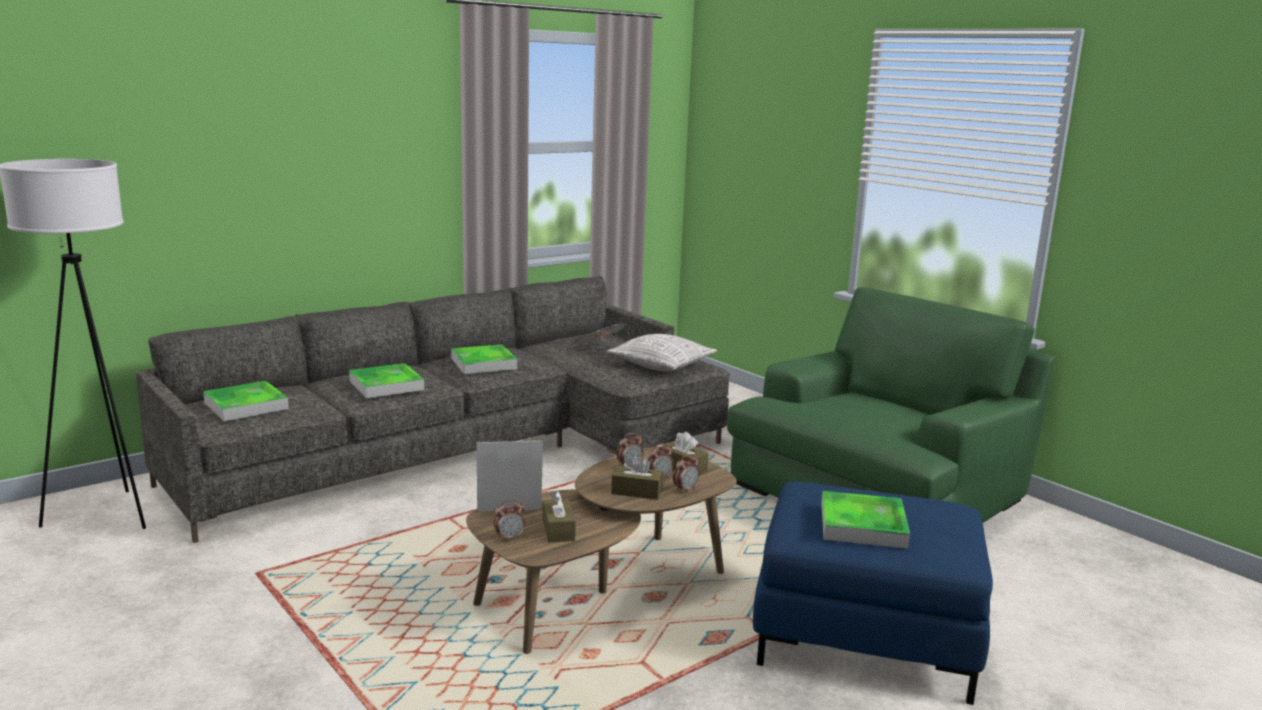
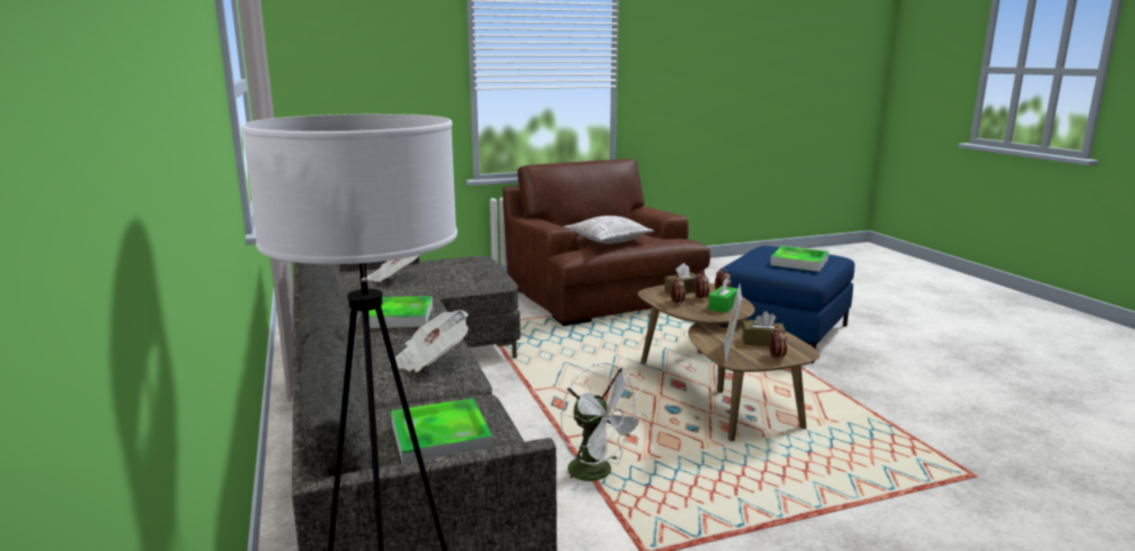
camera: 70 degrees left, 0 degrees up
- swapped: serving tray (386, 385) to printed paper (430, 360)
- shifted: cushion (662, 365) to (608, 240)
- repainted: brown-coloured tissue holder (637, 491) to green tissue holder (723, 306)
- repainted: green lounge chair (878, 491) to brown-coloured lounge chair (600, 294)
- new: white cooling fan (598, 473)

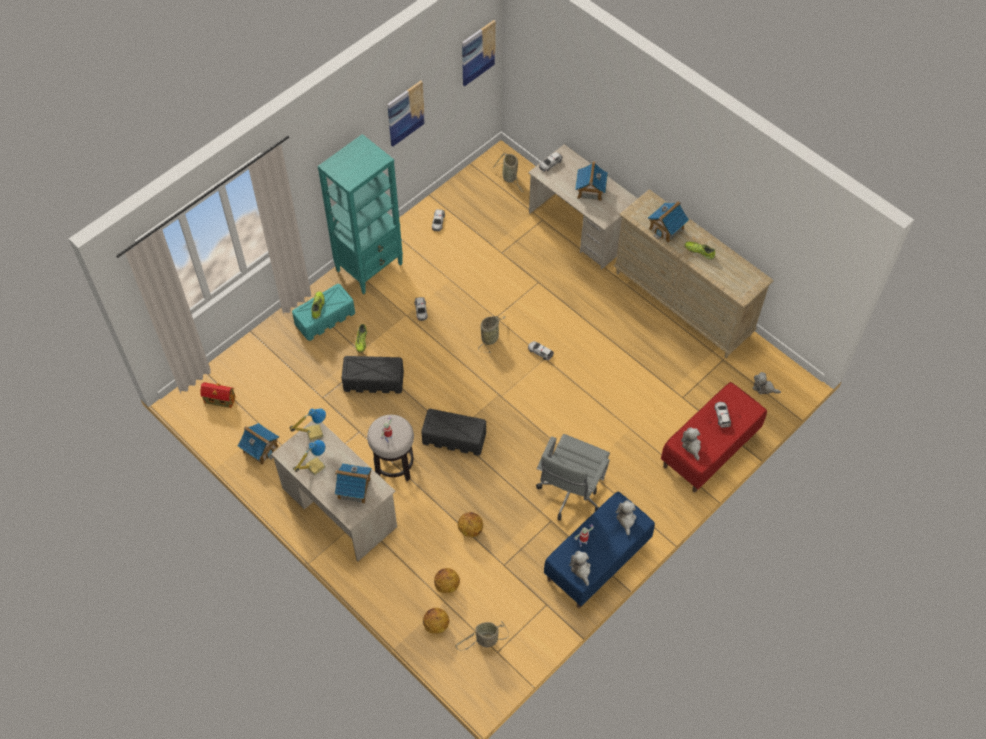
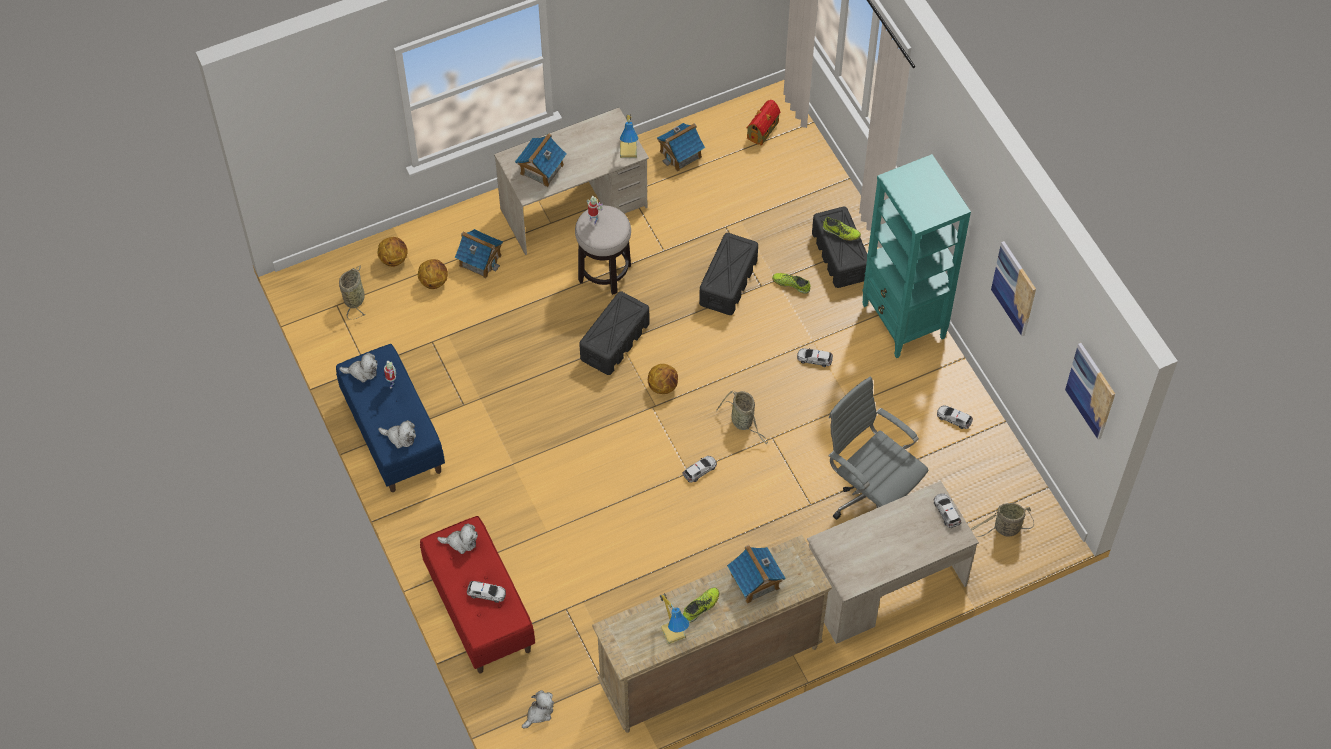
camera: 110 degrees right, 0 degrees up
- repainted: turquoise storage container (324, 319) to black storage container (839, 255)
- shifted: tabletop lamp (314, 466) to (674, 632)
- shifted: basketball (470, 529) to (663, 386)
- shifted: greyish office chair (570, 494) to (869, 496)
- shifted: model house (590, 190) to (480, 260)

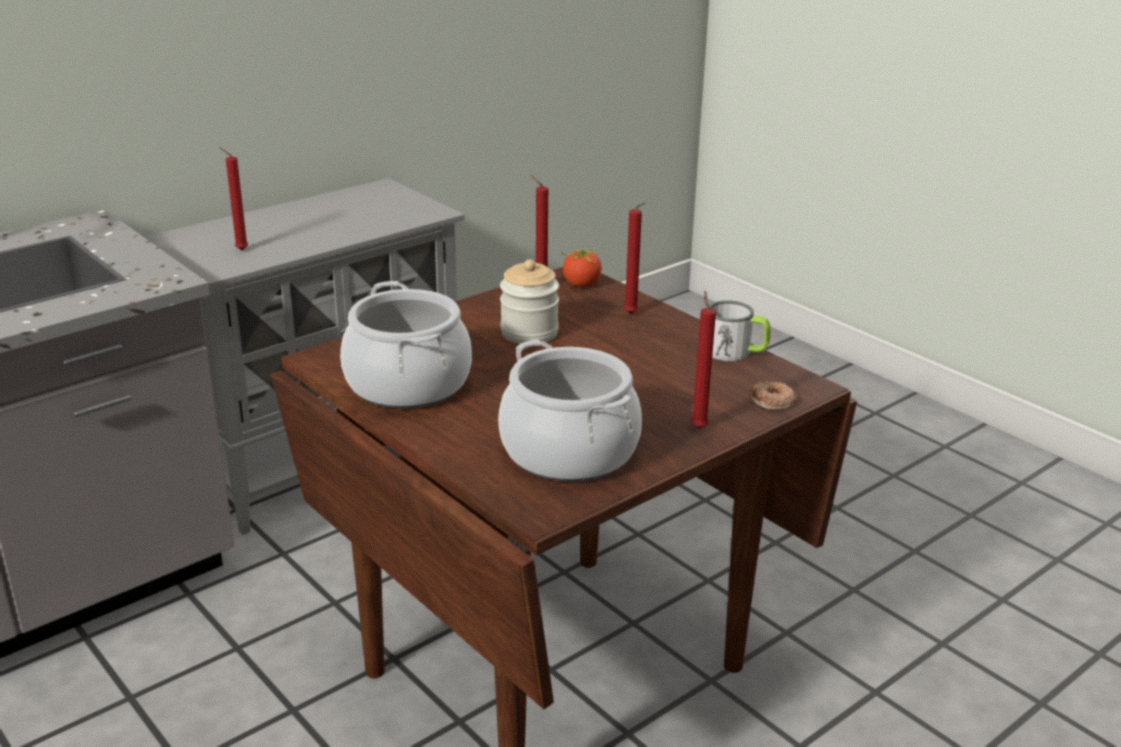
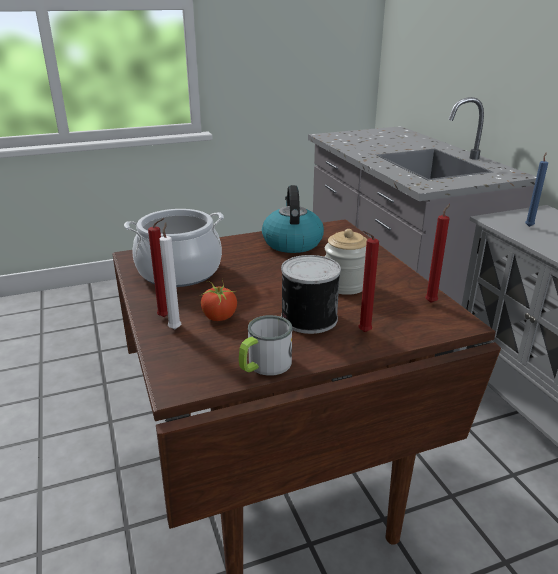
camera: 110 degrees right, 0 degrees up
- repainted: red-coloured wax candle (240, 250) to bluish wax candle (529, 226)
- swapped: cooking pot (408, 384) to tea kettle (292, 242)
- shifted: tomato (581, 284) to (219, 317)
- gone: ring doughnut (773, 401)
- new: white wax candle (175, 328)
- new: metal can (307, 318)

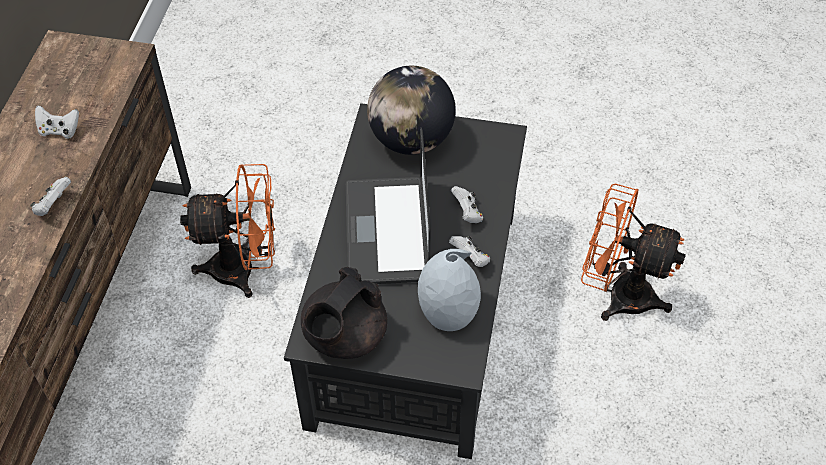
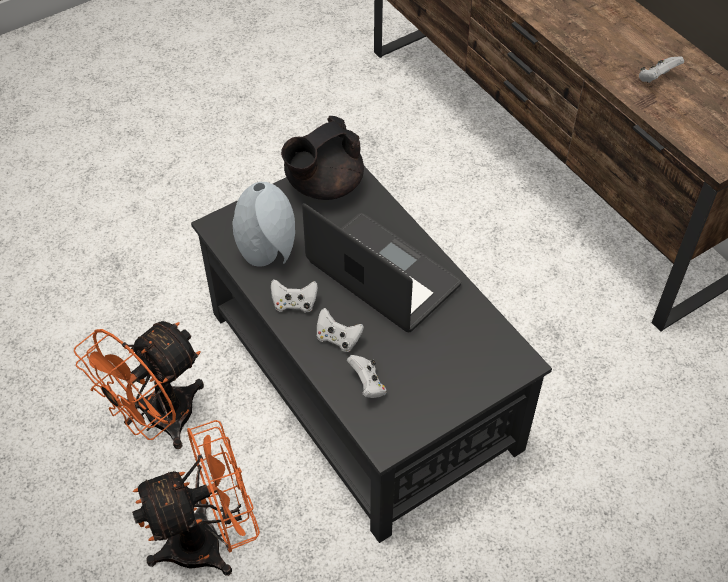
camera: 135 degrees right, 0 degrees up
- shifted: white game controller (53, 206) to (367, 385)
- shifted: orange cooling fan (245, 269) to (158, 421)
- rotated: black teapot (344, 336) = (323, 185) 120 degrees counterclockwise
- gone: globe (411, 140)

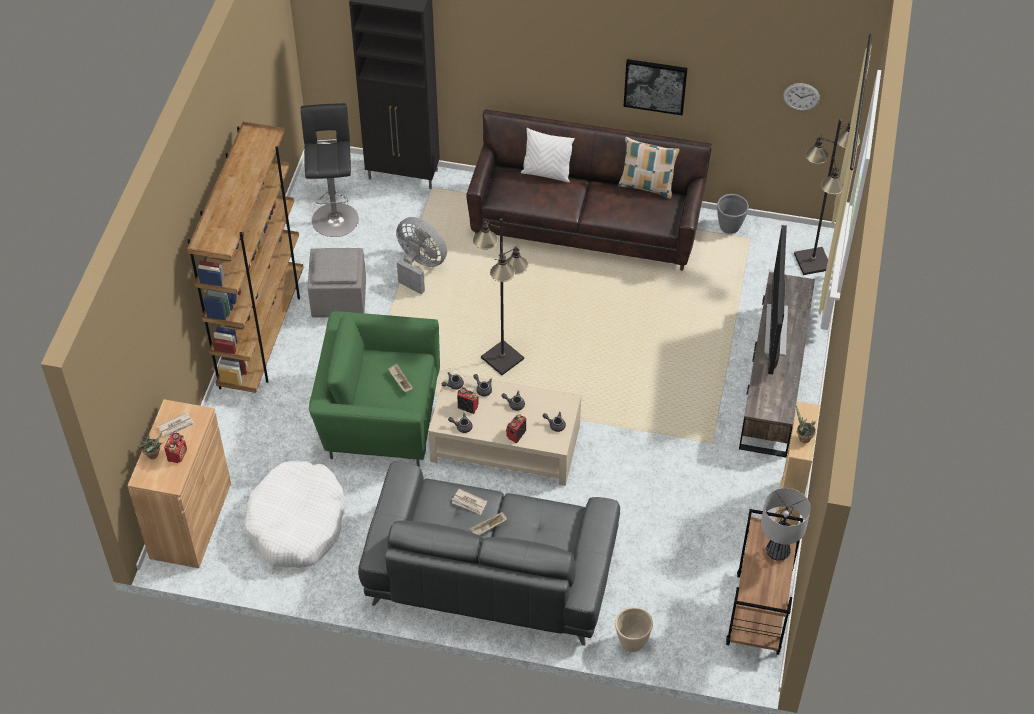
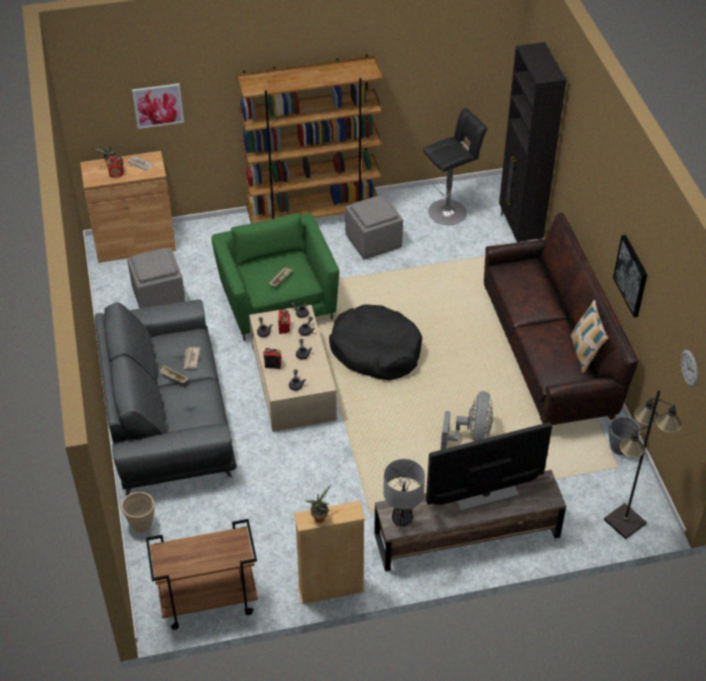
camera: 65 degrees right, 5 degrees down
- swapped: white dog bed (297, 523) to greyish footrest (159, 296)
- shifted: greyish cooling fan (419, 267) to (471, 437)
- swapped: black standard lamp (502, 358) to black dog bed (376, 351)
- gone: white cushion (546, 173)
- shifted: tabletop lamp (777, 551) to (402, 519)
- new: wall picture (158, 105)

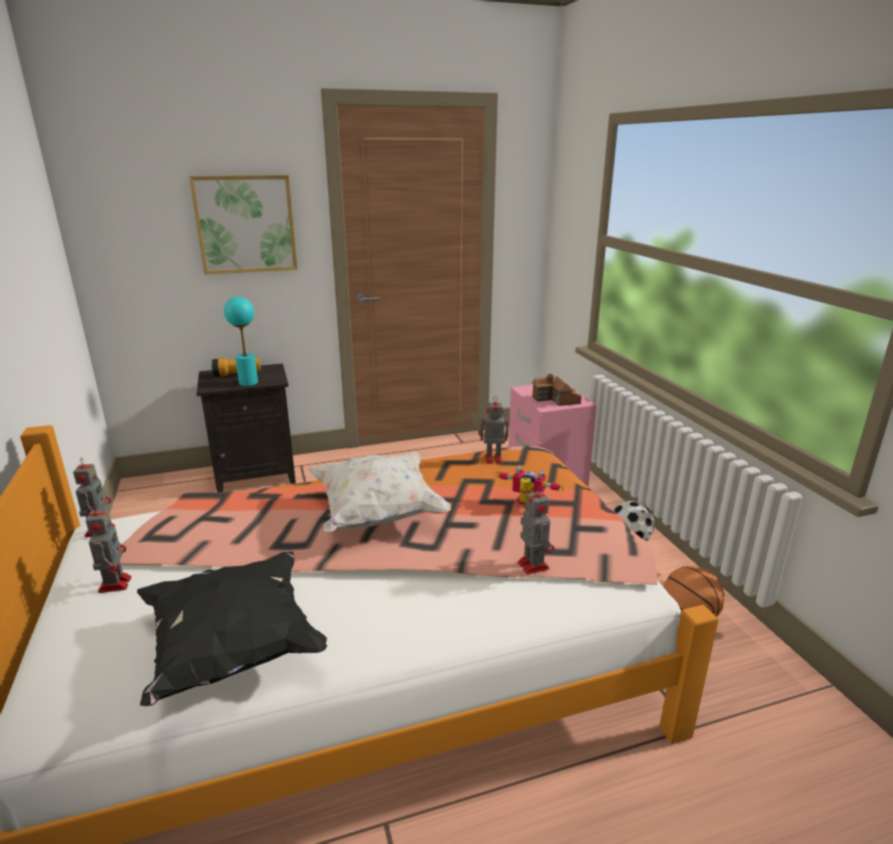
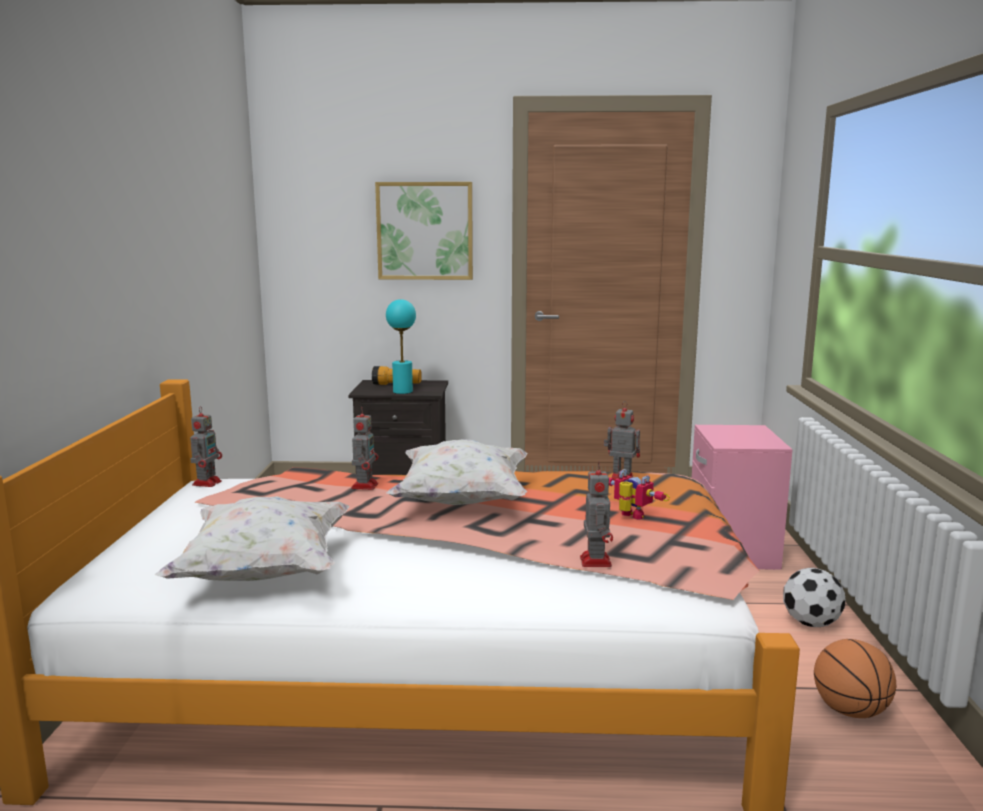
camera: 20 degrees right, 10 degrees down
- shifted: robot figure (115, 583) to (365, 485)
- repainted: black cushion (234, 647) to white cushion (264, 572)
- gone: model house (556, 400)

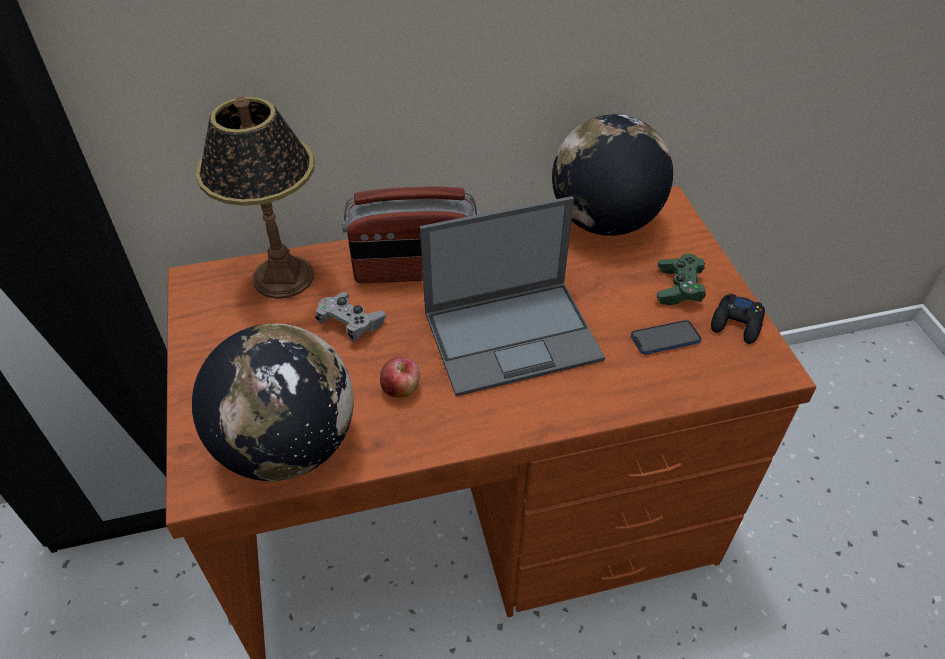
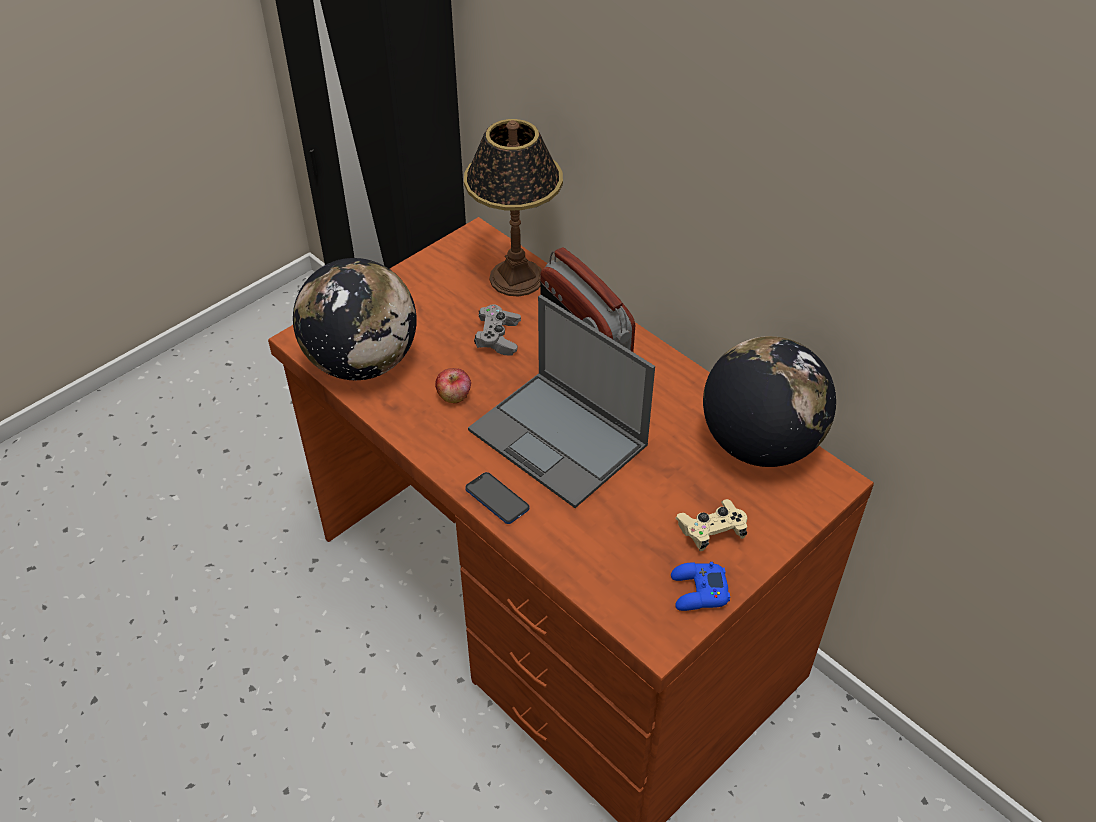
camera: 60 degrees right, 0 degrees up
- shifted: handset (665, 339) to (497, 499)
- repainted: green game controller (678, 288) to sand-coloured game controller (711, 531)
- repainted: black game controller (737, 323) to bluish game controller (698, 591)

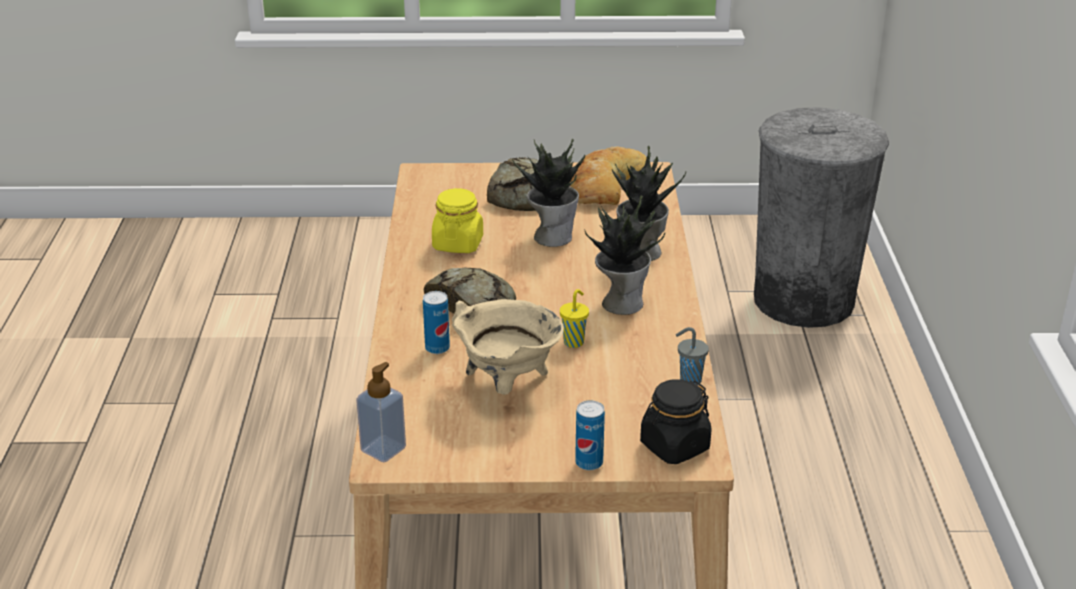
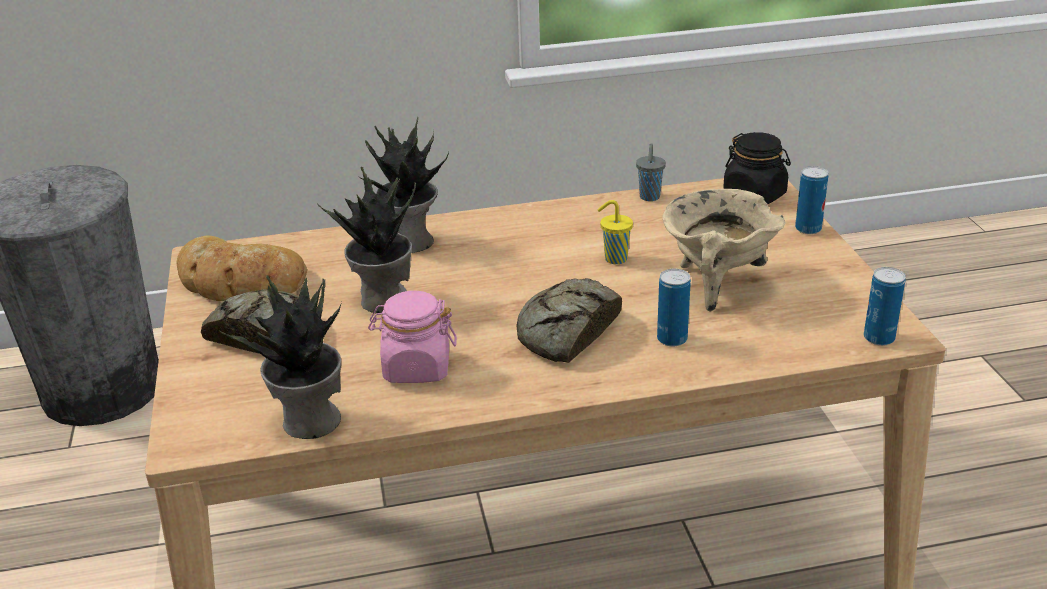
camera: 100 degrees left, 0 degrees up
- swapped: liquid soap bottle (383, 449) to metal can (879, 338)
- repainted: yellow-coloured jar (458, 243) to pink jar (416, 368)
- shifted: houseplant (621, 302) to (309, 422)

